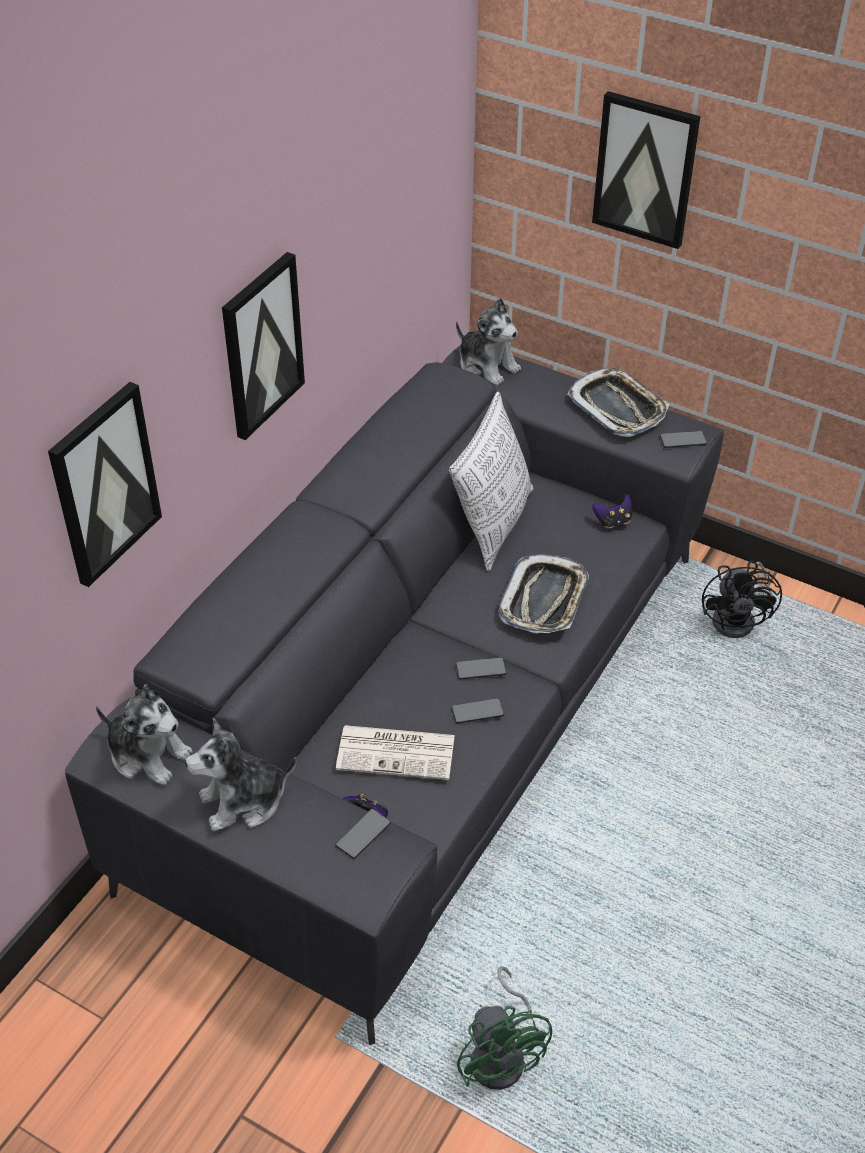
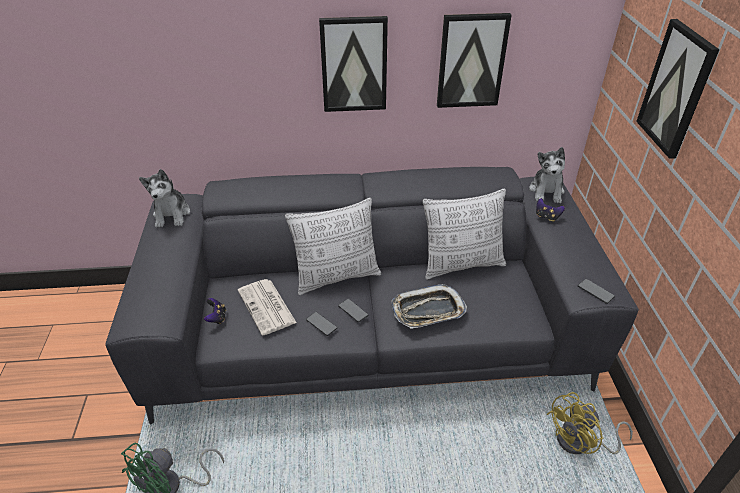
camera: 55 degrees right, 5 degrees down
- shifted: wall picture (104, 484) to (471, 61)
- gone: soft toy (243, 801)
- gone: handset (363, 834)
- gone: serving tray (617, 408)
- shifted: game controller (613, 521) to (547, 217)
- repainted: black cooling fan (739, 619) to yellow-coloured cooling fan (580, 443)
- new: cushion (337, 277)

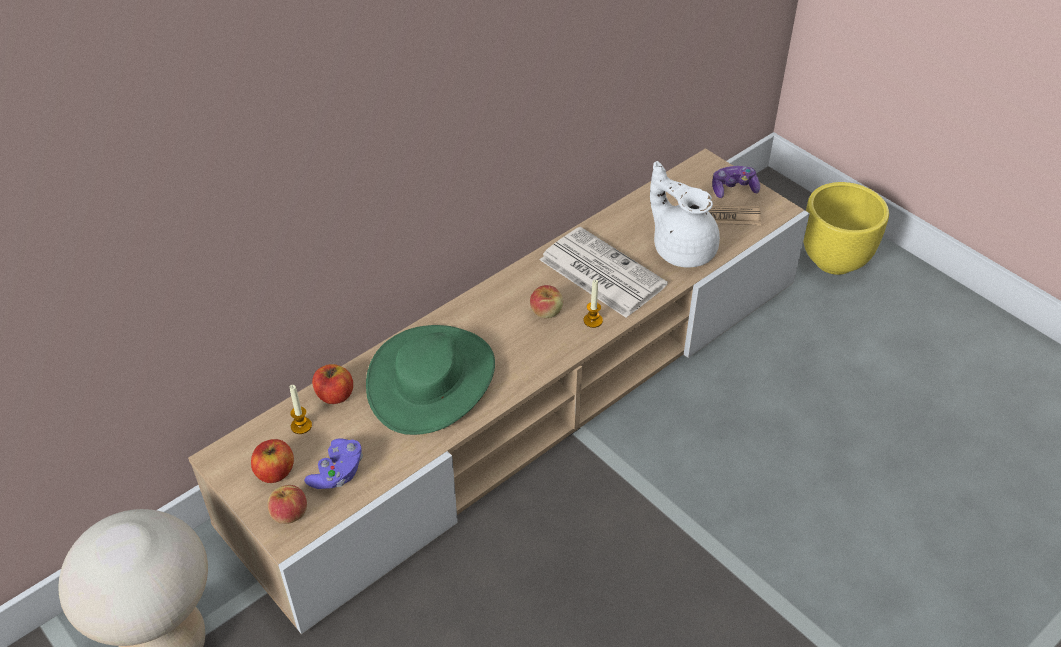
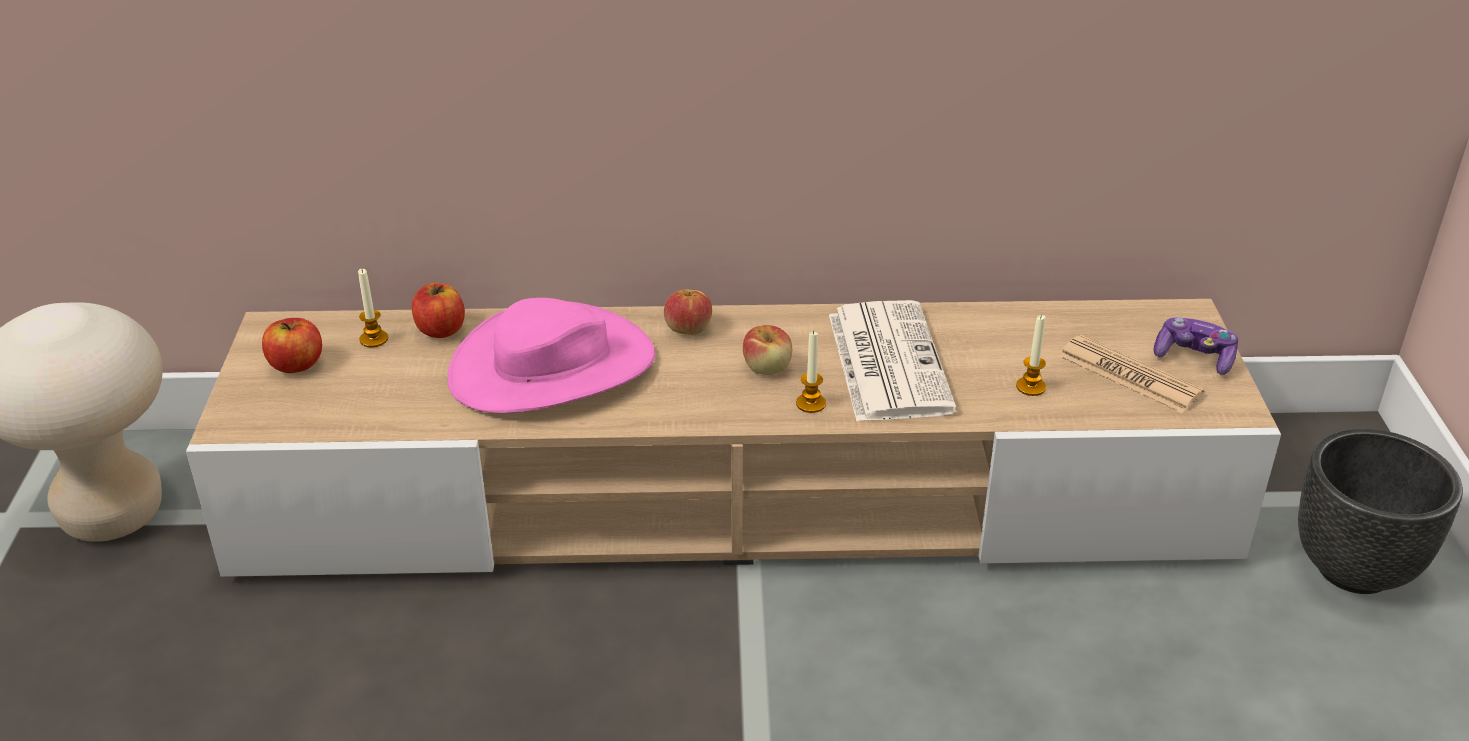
camera: 40 degrees right, 10 degrees down
- shifted: apple (289, 514) to (688, 328)
- gone: purplish game controller (337, 473)
- repainted: green wearable hat (432, 380) to pink wearable hat (552, 367)
- swapped: white teapot (682, 248) to wax candle (1031, 387)
- repainted: yellow-coloured plant pot (833, 260) to black plant pot (1353, 568)

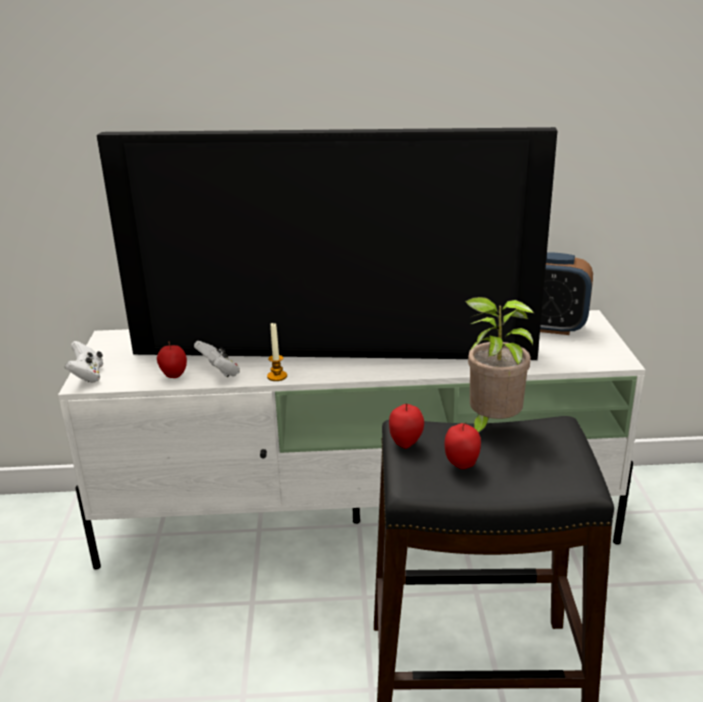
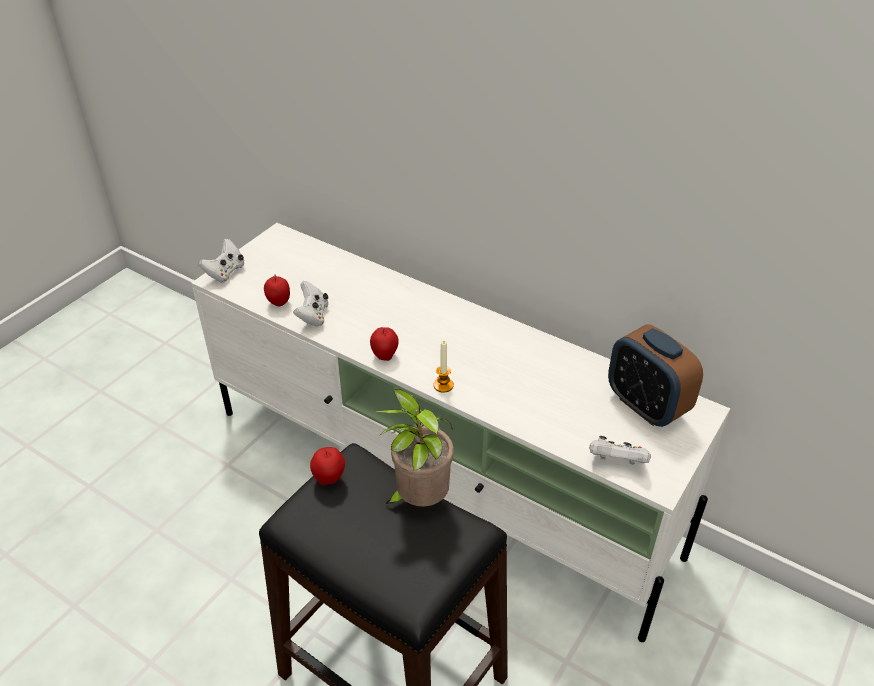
camera: 35 degrees right, 15 degrees up
- gone: television (335, 346)
- shifted: wax candle (277, 376) to (443, 385)
- shifted: apple (461, 464) to (385, 356)
- new: white game controller (617, 462)

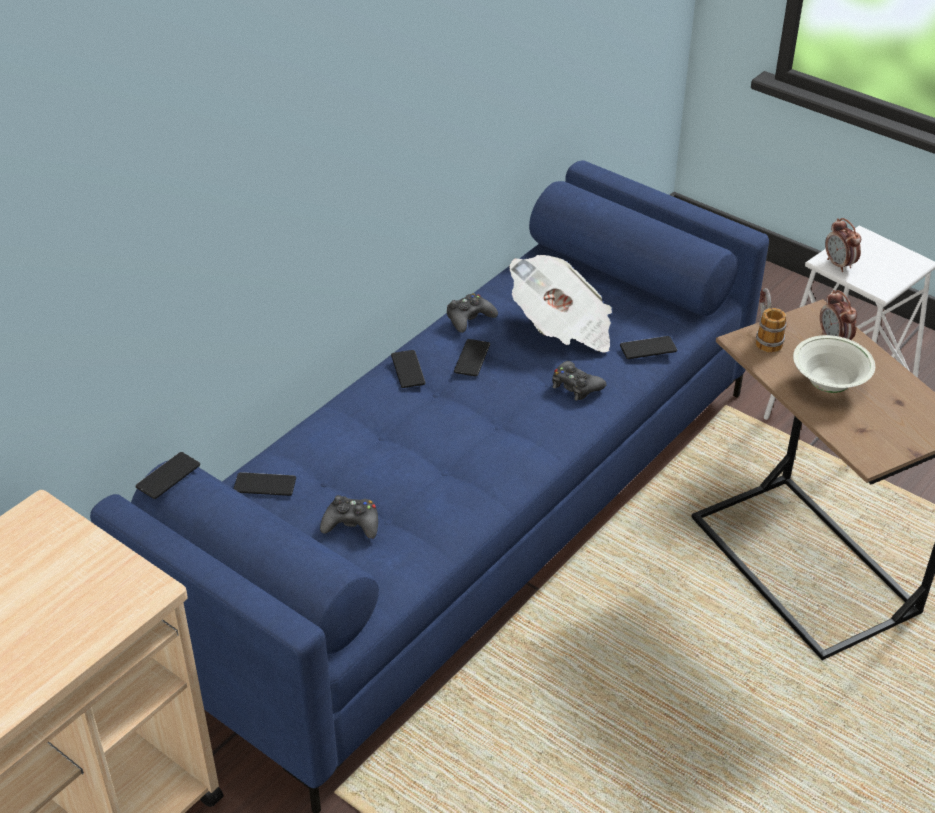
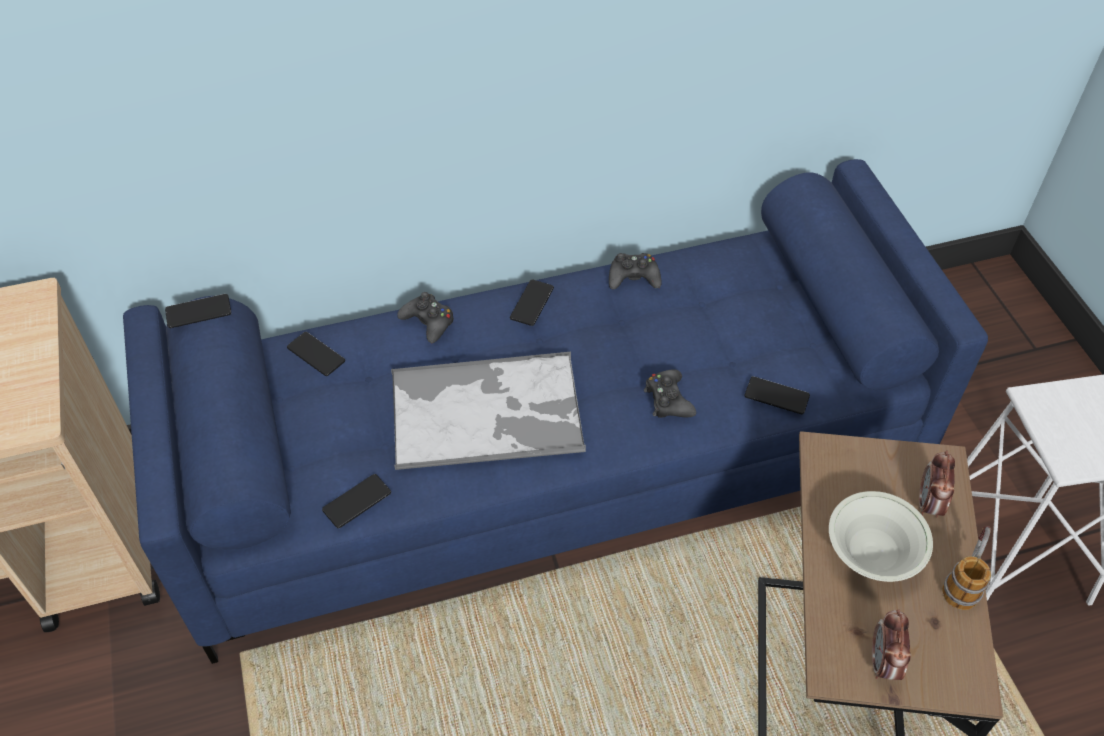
camera: 35 degrees right, 10 degrees up
- shifted: black game controller (351, 524) to (428, 322)
- shifted: handset (472, 358) to (357, 501)
- gone: printed paper (562, 328)
- shifted: coffee mug (765, 336) to (964, 580)
- shifted: table clock (839, 265) to (883, 663)
- new: serving tray (488, 412)

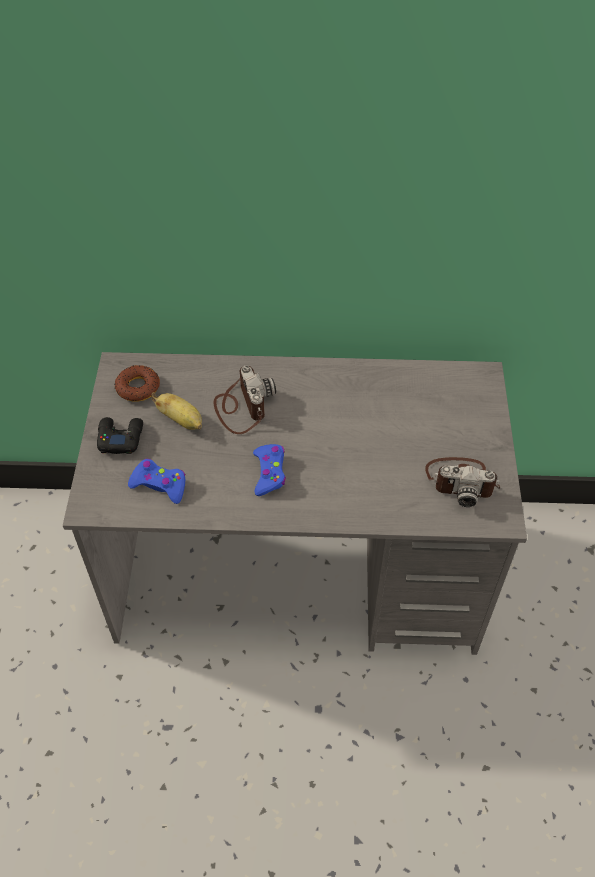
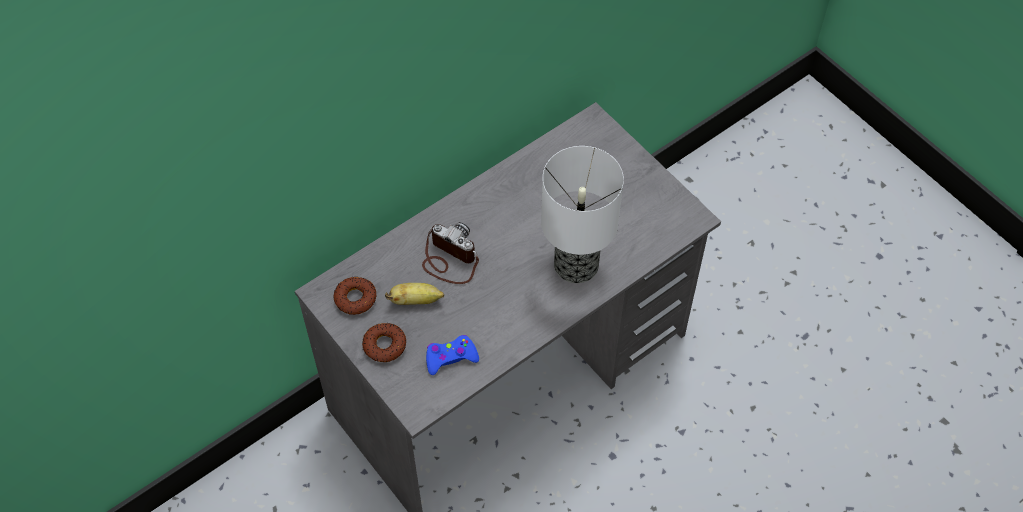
camera: 40 degrees left, 5 degrees up
- swapped: black game controller (120, 438) to ring doughnut (384, 345)
- gone: bluish game controller (269, 473)
- gone: still camera (461, 481)
- new: tabletop lamp (575, 264)

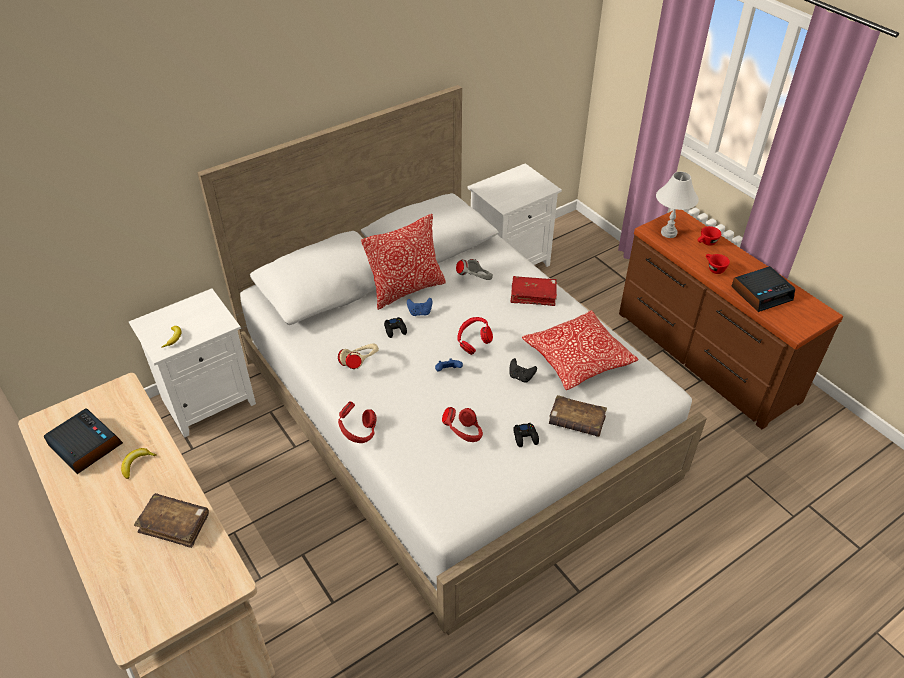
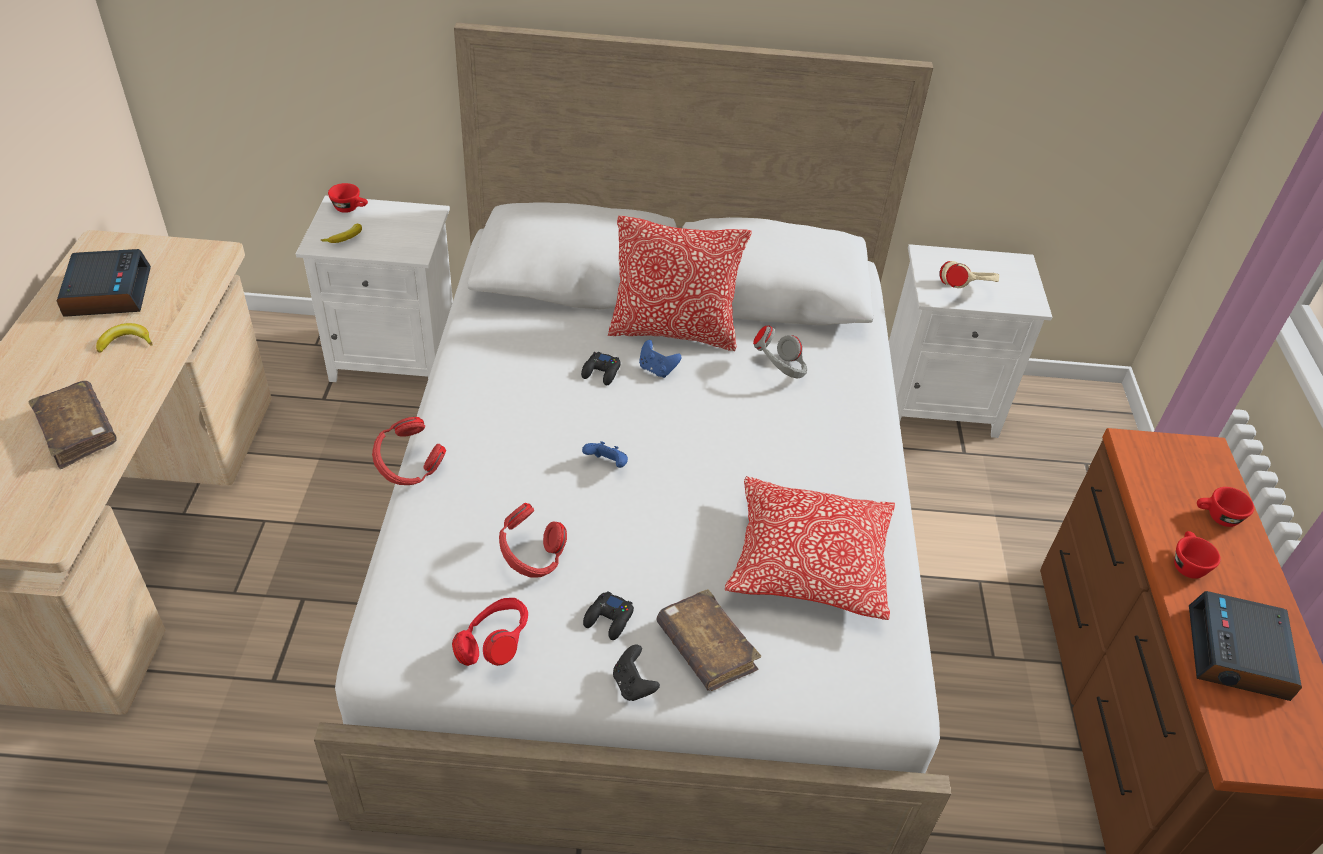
camera: 35 degrees right, 0 degrees up
- shifted: sand-coloured headset (360, 364) to (965, 291)
- shifted: red-coloured headset (473, 343) to (495, 646)
- shifted: black game controller (521, 377) to (633, 685)
- gone: red-coloured bound book (533, 295)
- gone: white tabletop lamp (669, 233)
- rotated: table clock (761, 293) = (1238, 655) 90 degrees clockwise
- new: red-coloured cup (350, 208)

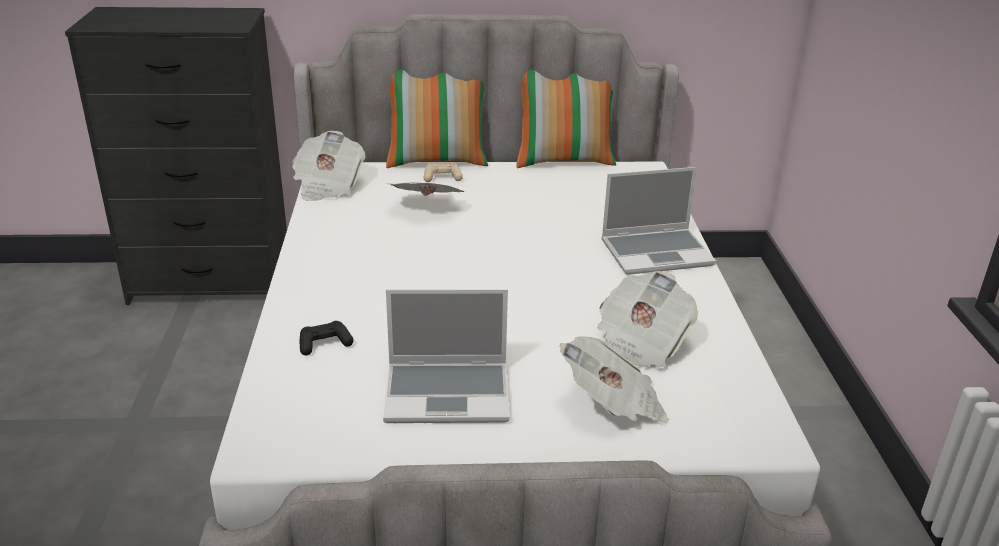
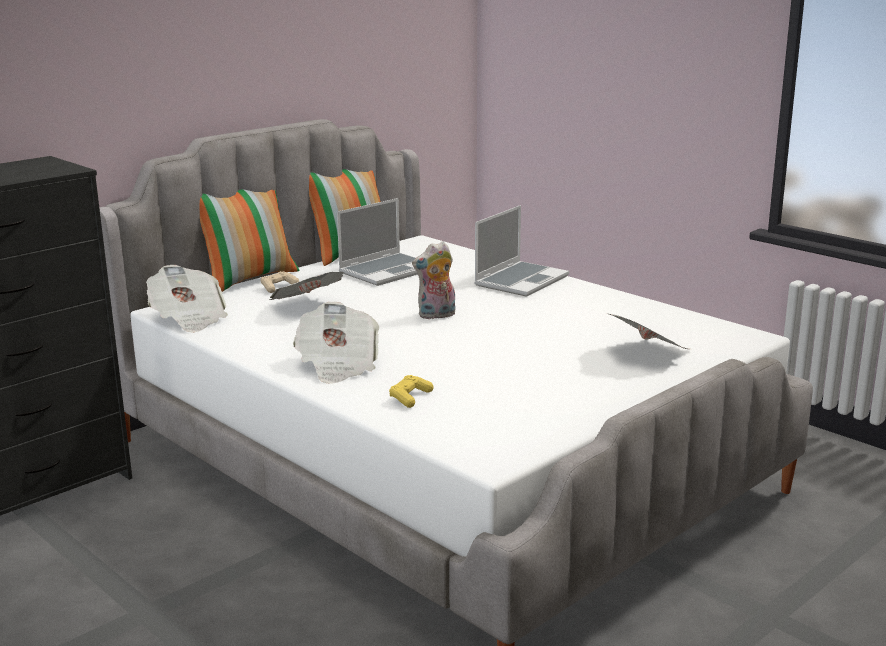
camera: 40 degrees left, 10 degrees down
- repainted: black game controller (324, 344) to yellow-coloured game controller (410, 397)
- shifted: portable computer (449, 393) to (387, 271)
- shifted: printed paper (639, 344) to (338, 365)
- new: soft toy (436, 315)

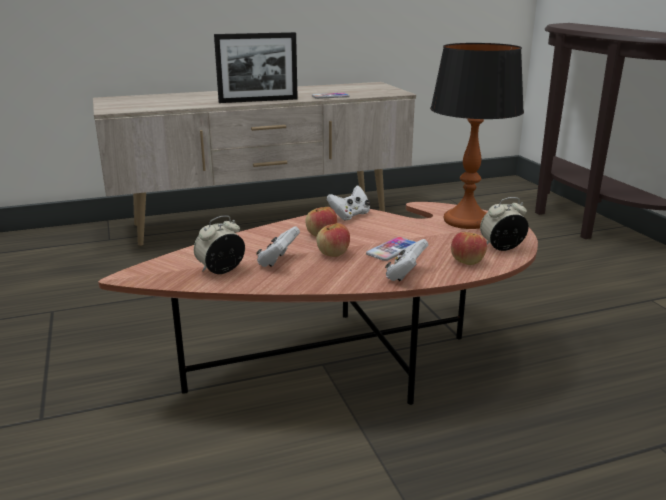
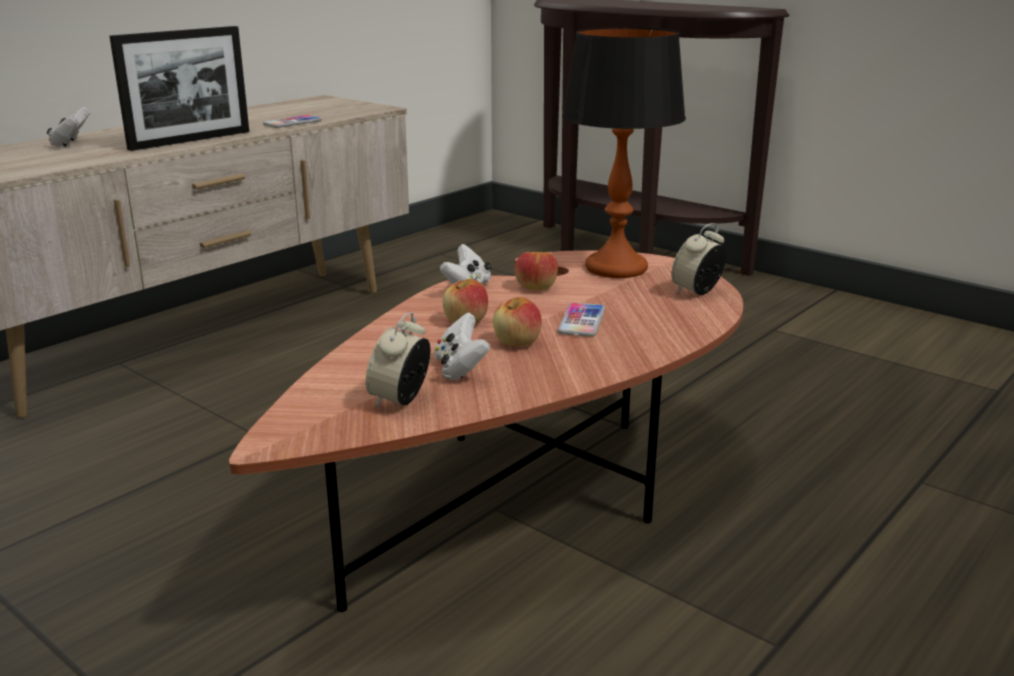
camera: 30 degrees left, 0 degrees up
- shifted: white game controller (405, 275) to (71, 143)
- shifted: apple (467, 261) to (536, 287)

